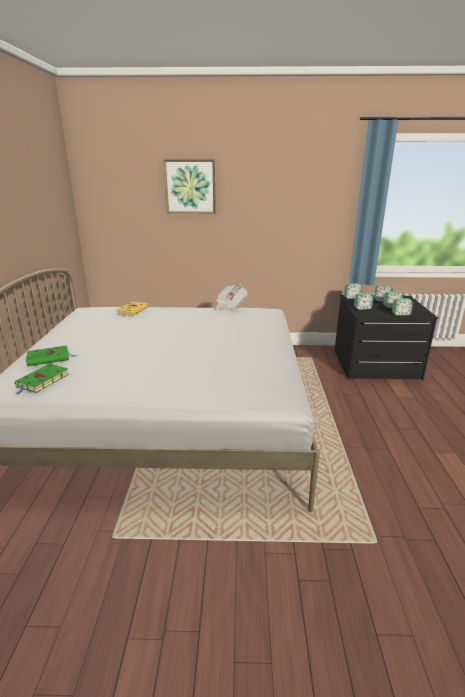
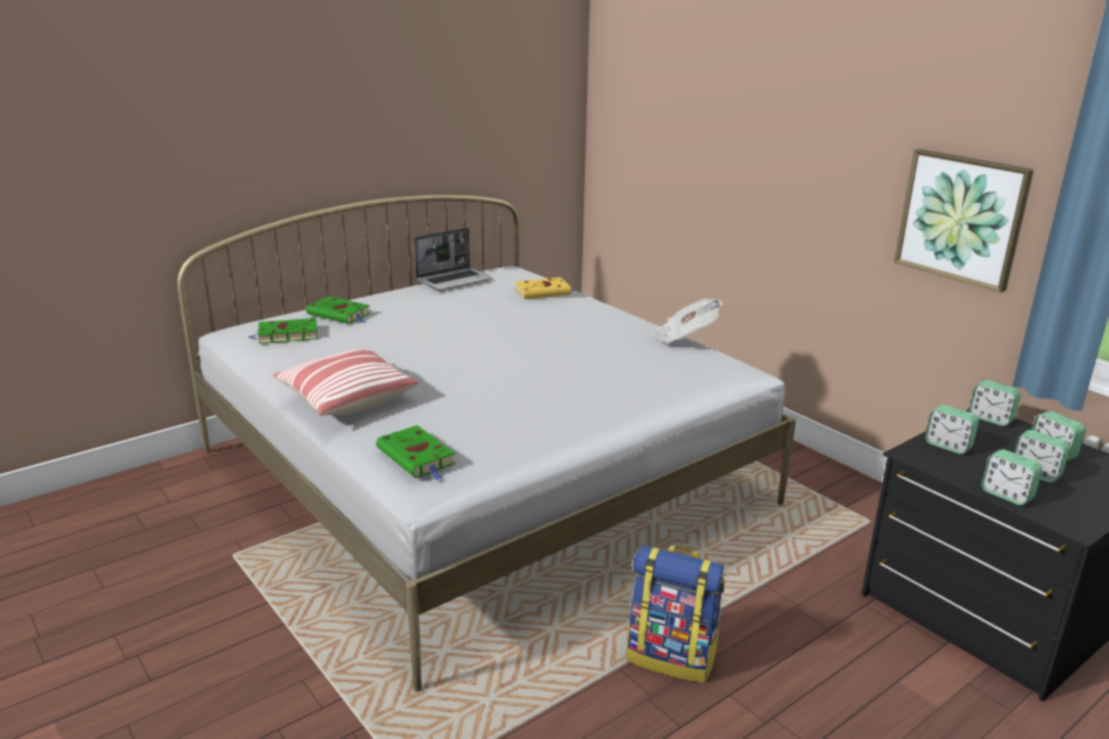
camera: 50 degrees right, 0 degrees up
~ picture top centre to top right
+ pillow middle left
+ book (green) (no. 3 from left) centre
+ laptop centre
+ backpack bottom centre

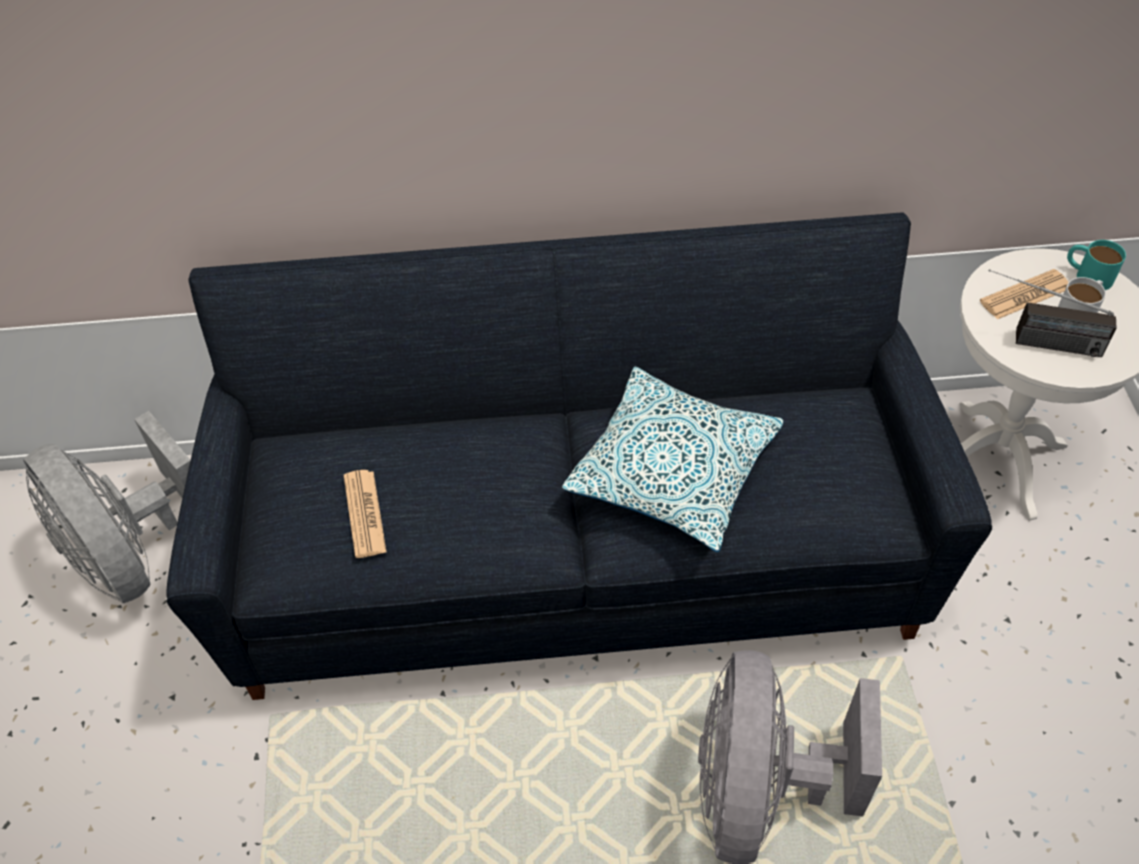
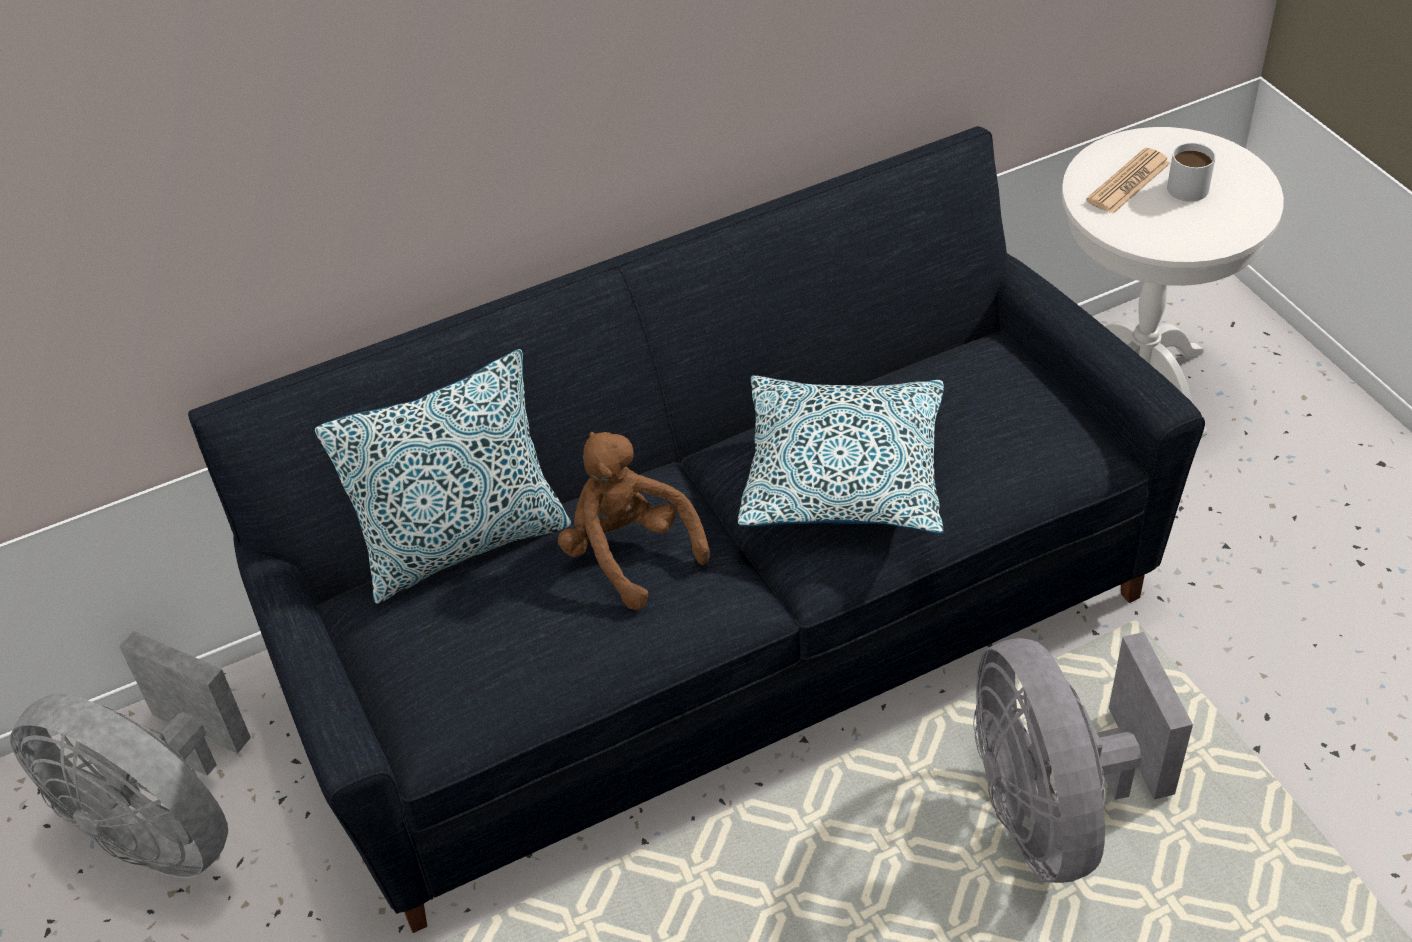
camera: 20 degrees left, 5 degrees down
- newspaper (no. 1 from left) middle left
- radio middle right
- mug (turquoise) top right
+ pillow (no. 1 from left) middle left
+ plush toy (brown) centre

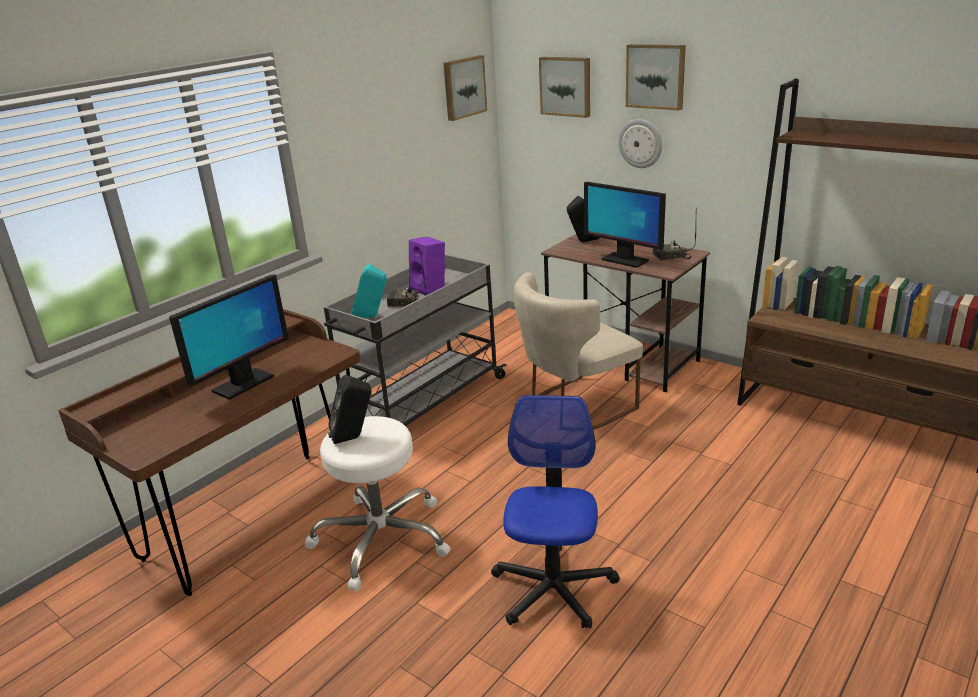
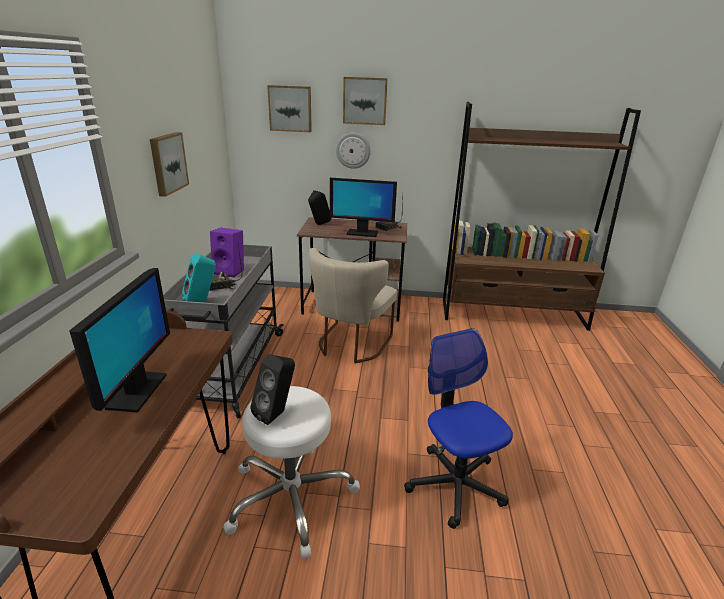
camera: 35 degrees left, 0 degrees up
~ picture (no. 1 from left) top centre to top left

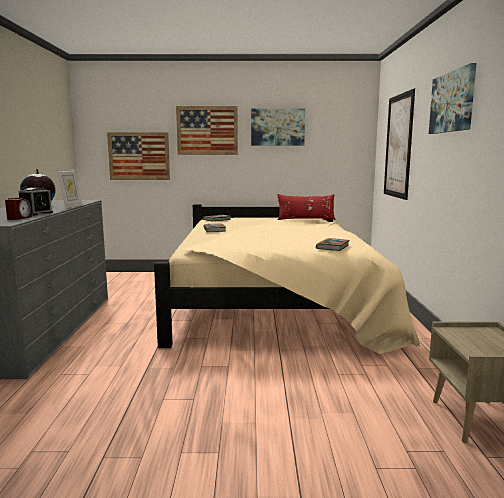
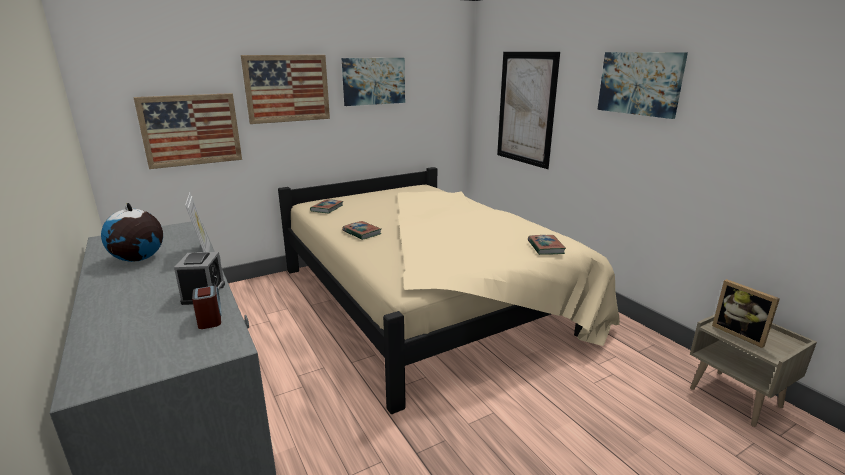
camera: 30 degrees left, 10 degrees up
- pillow (red) centre
+ picture frame (no. 2 from left) middle right

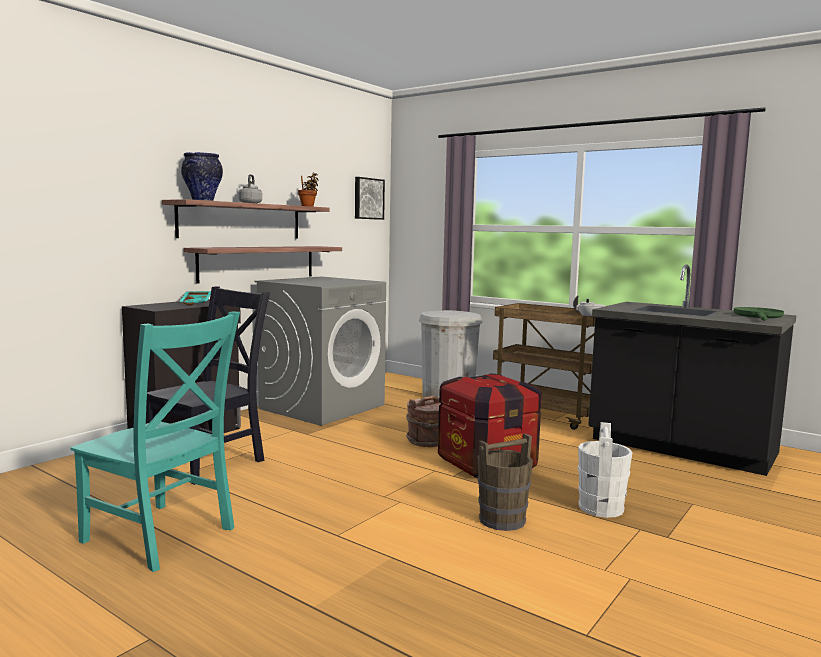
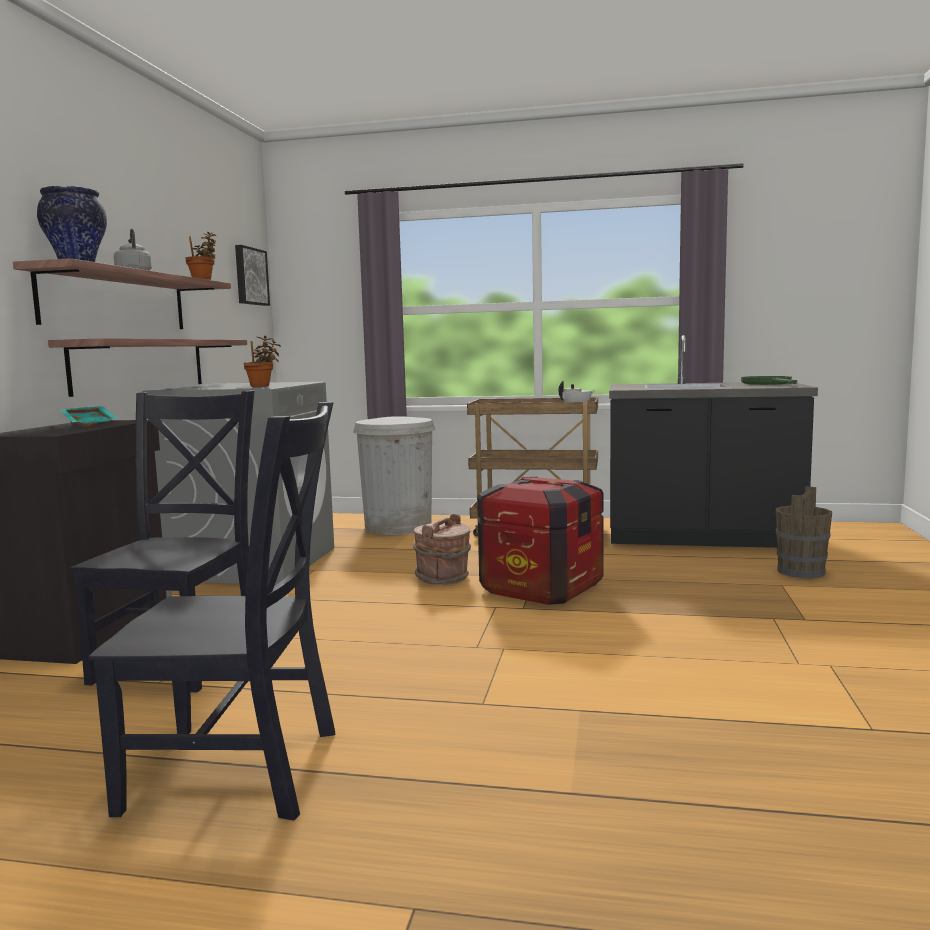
camera: 25 degrees left, 0 degrees up
~ chair (turquoise) bottom left to chair (black) (no. 2 from left) middle left
~ bucket (brown) (no. 2 from left) bottom centre to middle right
- bucket (white) bottom right
+ potted plant (no. 2 from left) middle left

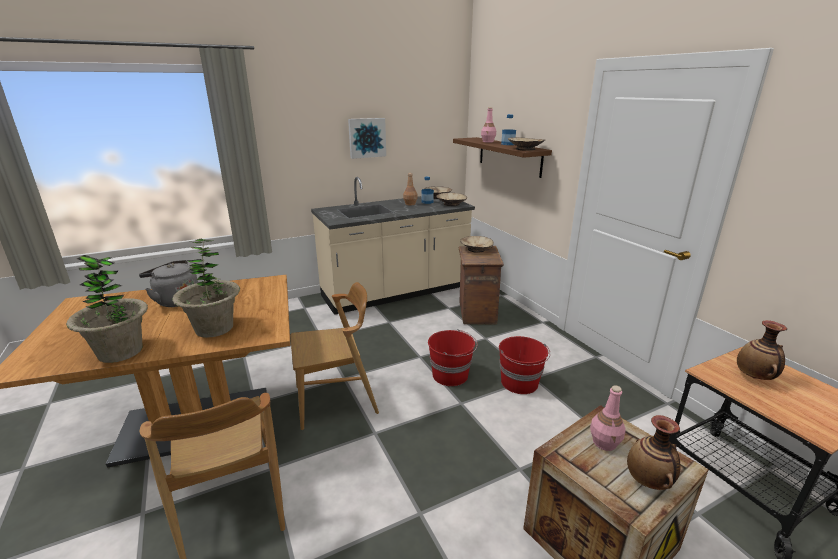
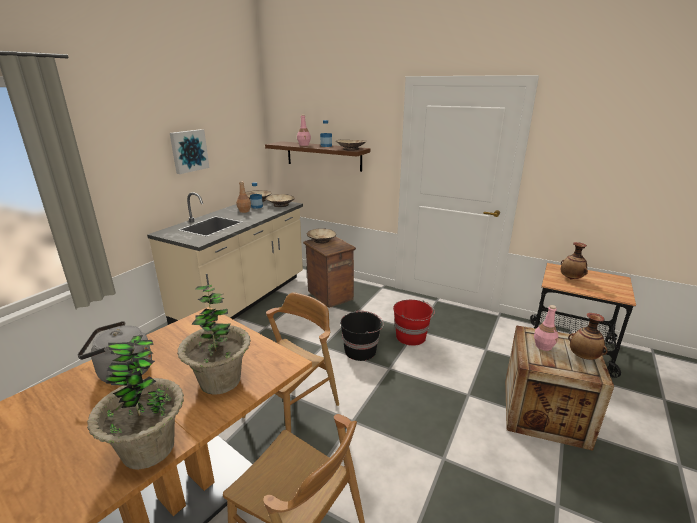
camera: 35 degrees left, 0 degrees up
~ bucket (red) (no. 1 from left) centre to bucket (black) centre

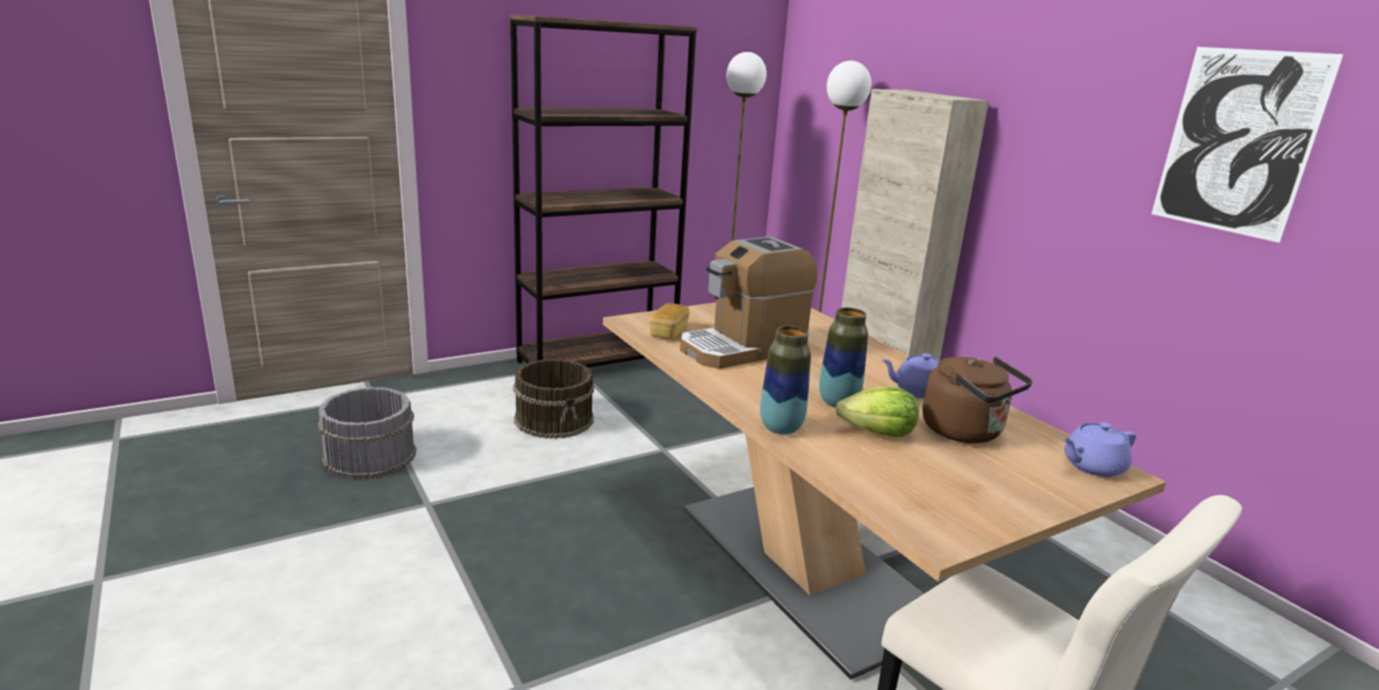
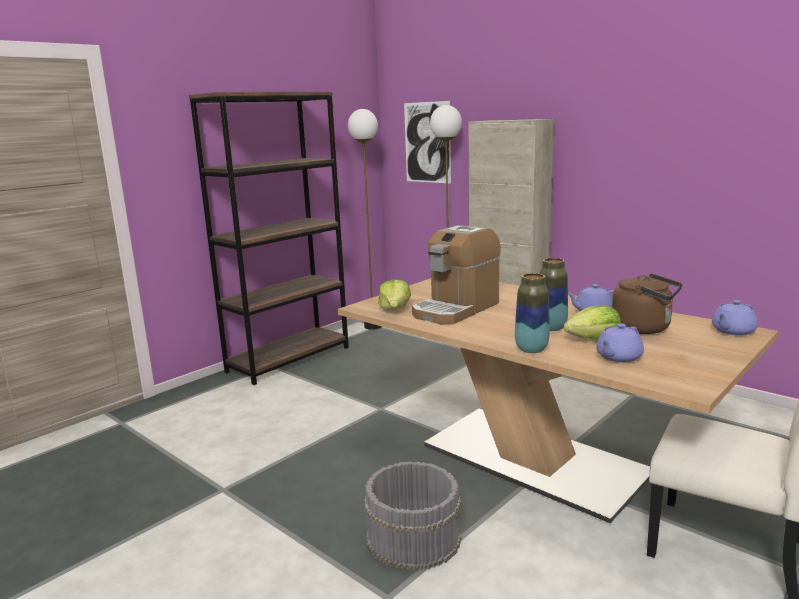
camera: 15 degrees left, 5 degrees down
~ bucket (grey) middle left to bottom centre
- bucket (brown) centre
~ bread centre to lettuce (no. 1 from left) centre
~ picture top right to top centre
+ teapot (purple) (no. 2 from left) middle right

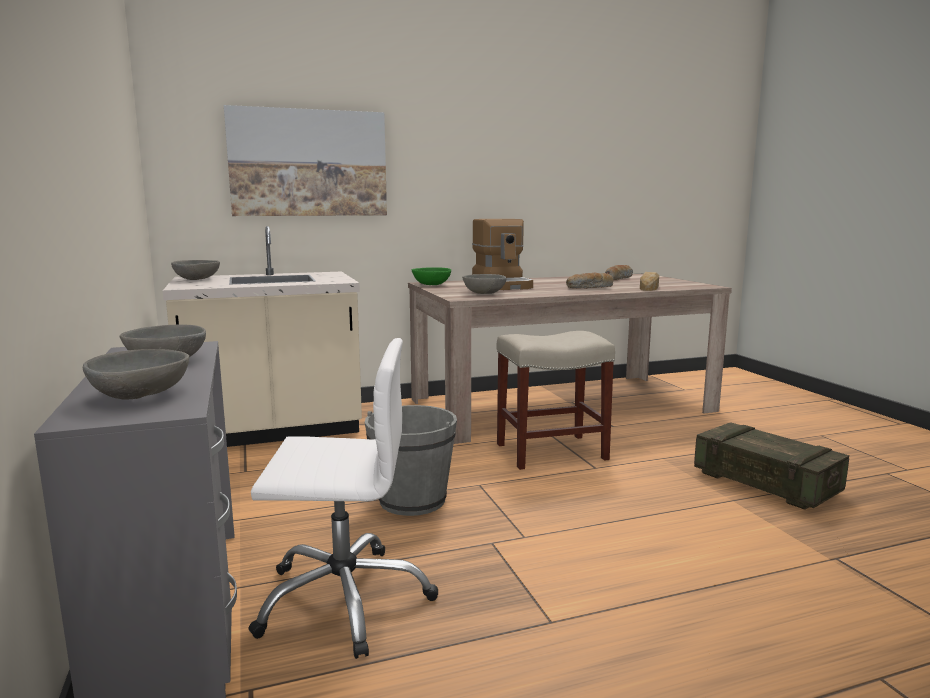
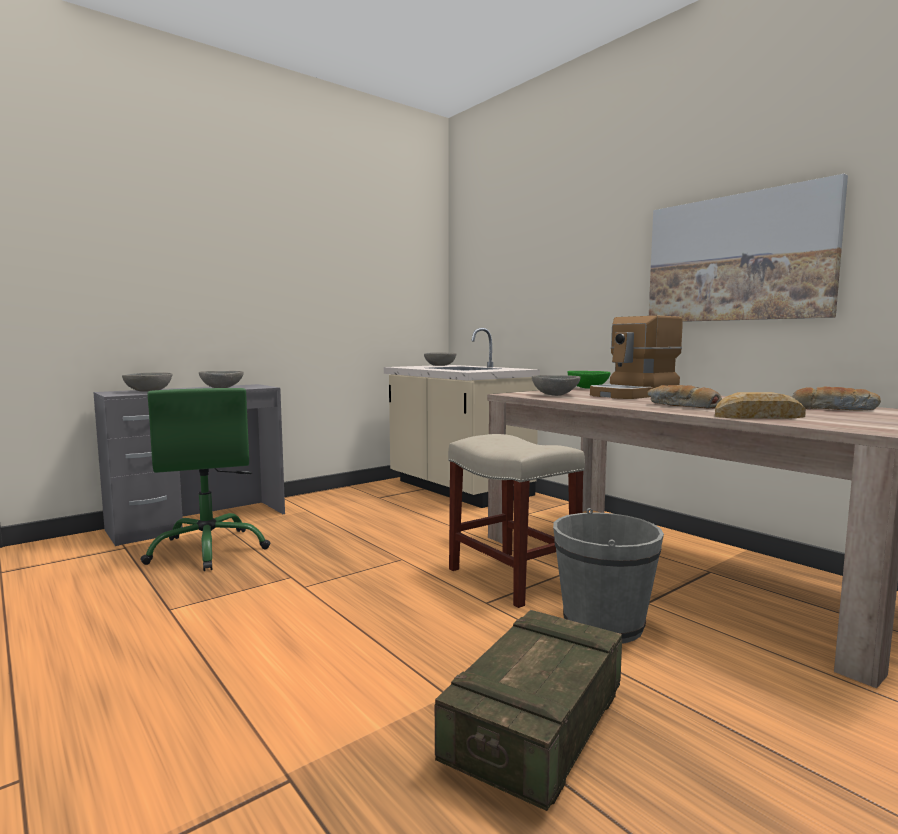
camera: 70 degrees right, 5 degrees down
~ picture top left to top right
~ office chair (white) bottom centre to office chair (green) middle left
~ bucket (grey) centre to bottom right

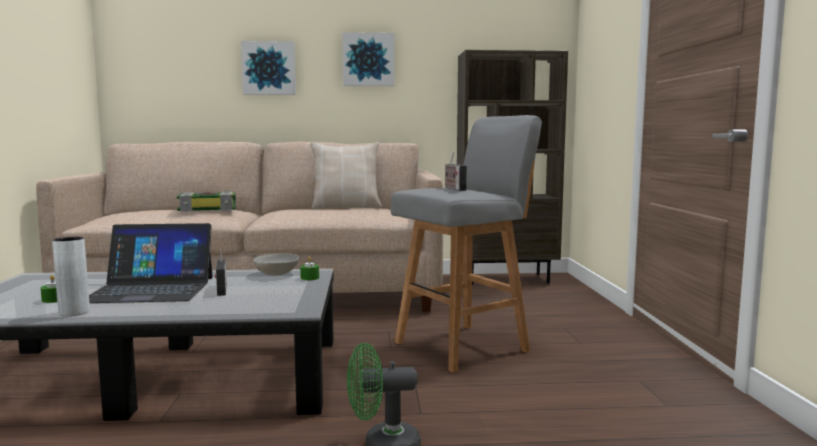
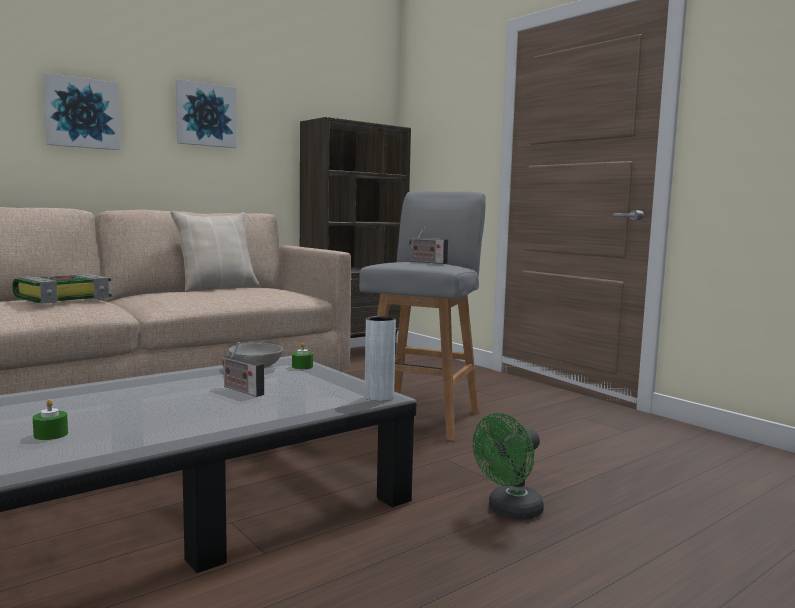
camera: 35 degrees left, 0 degrees up
~ vase (grey) middle left to centre
- laptop middle left

